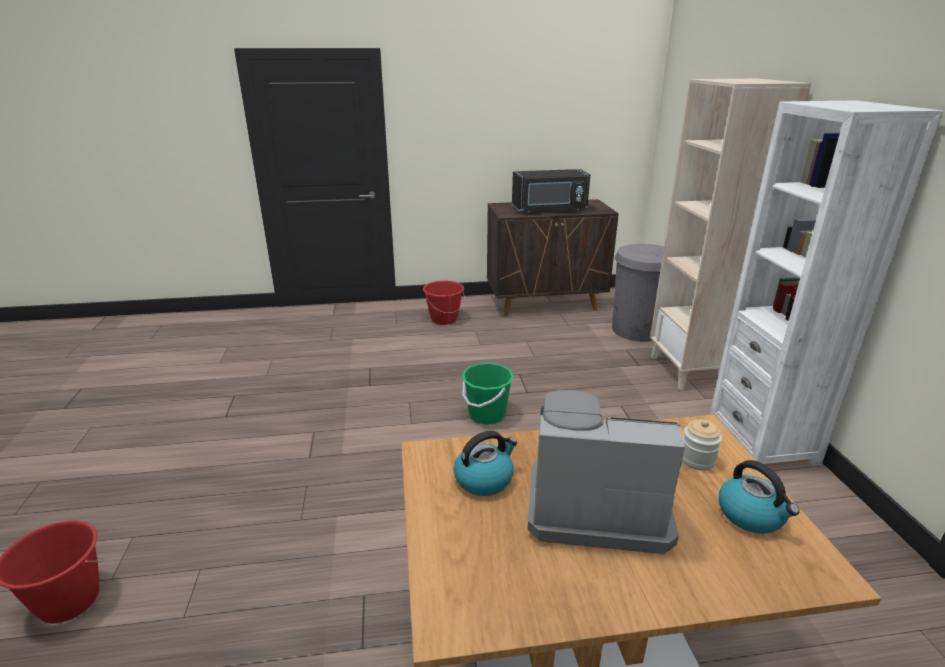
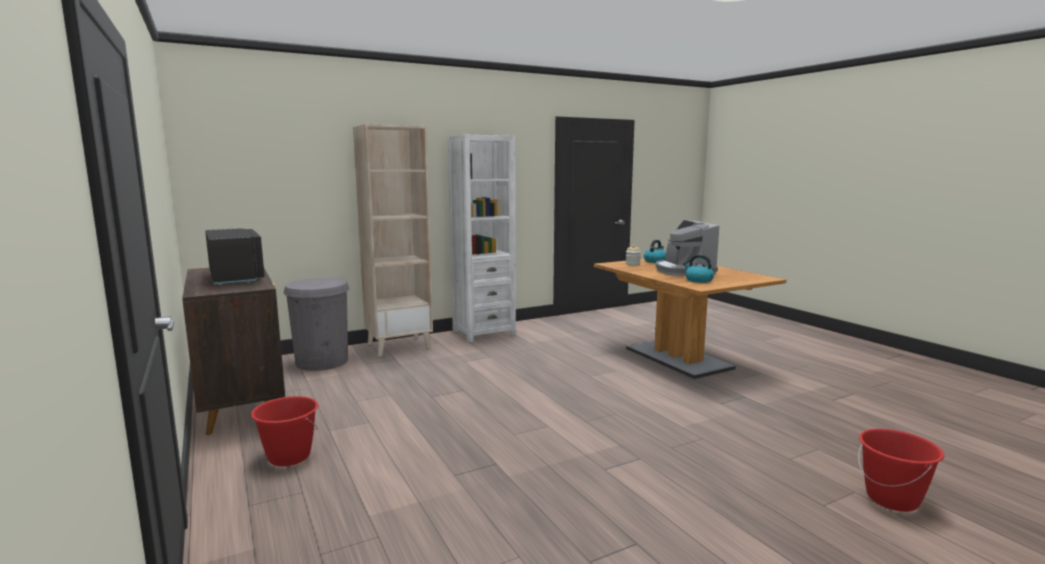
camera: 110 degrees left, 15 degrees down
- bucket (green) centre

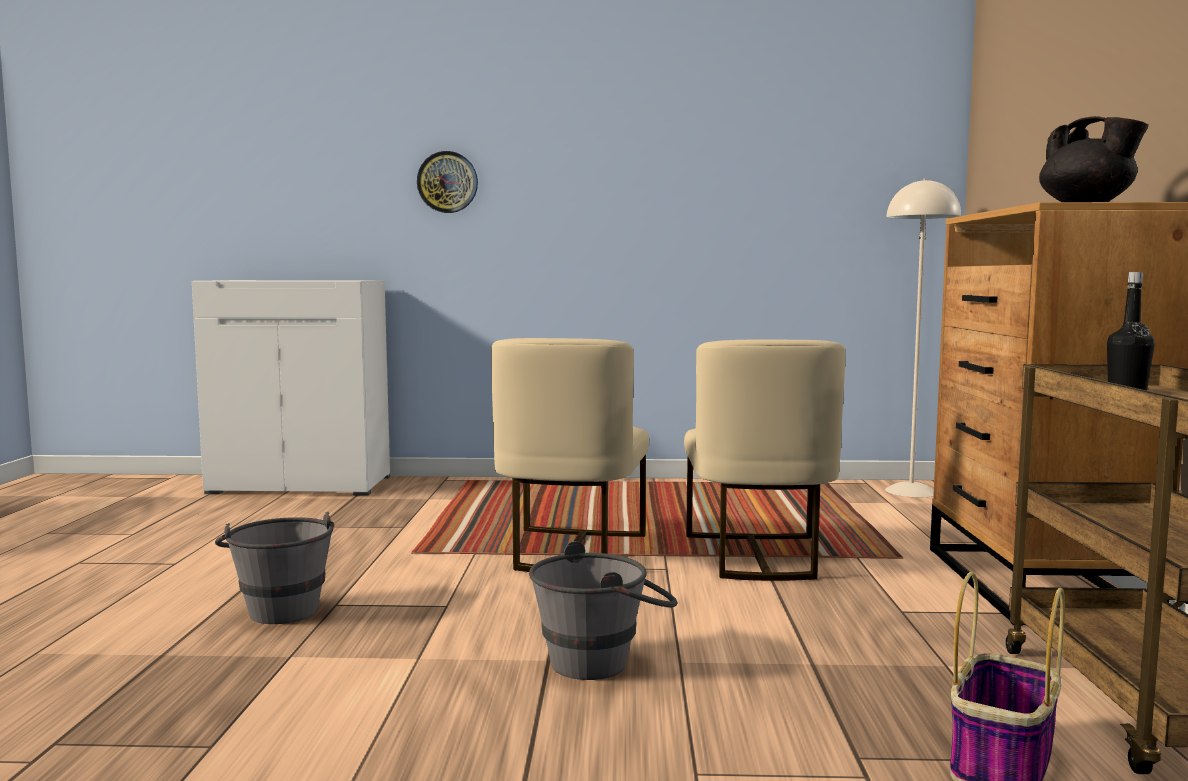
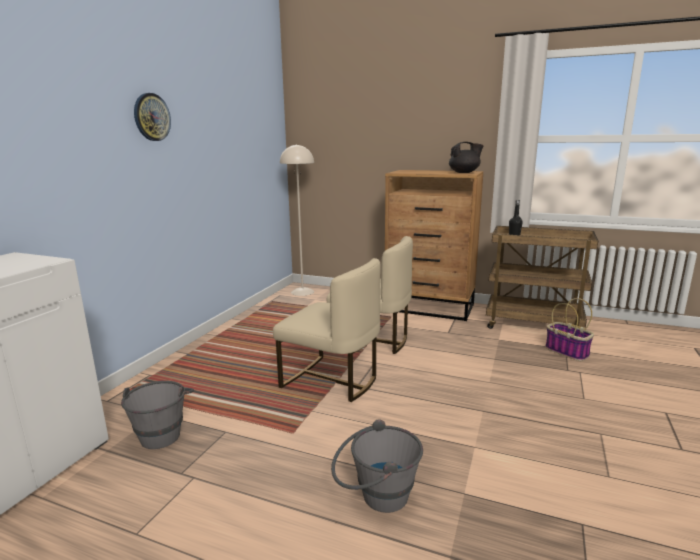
camera: 70 degrees left, 10 degrees up
~ wall clock top centre to top left
~ bucket (grey) (no. 2 from left in the first image) bottom centre to bucket (grey) (no. 1 from left) bottom left

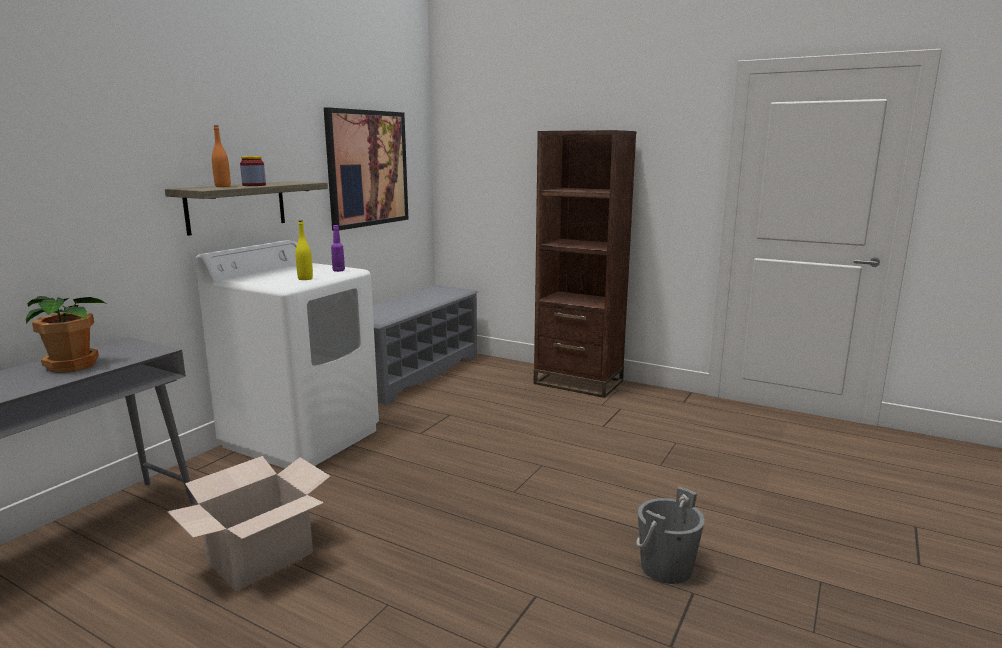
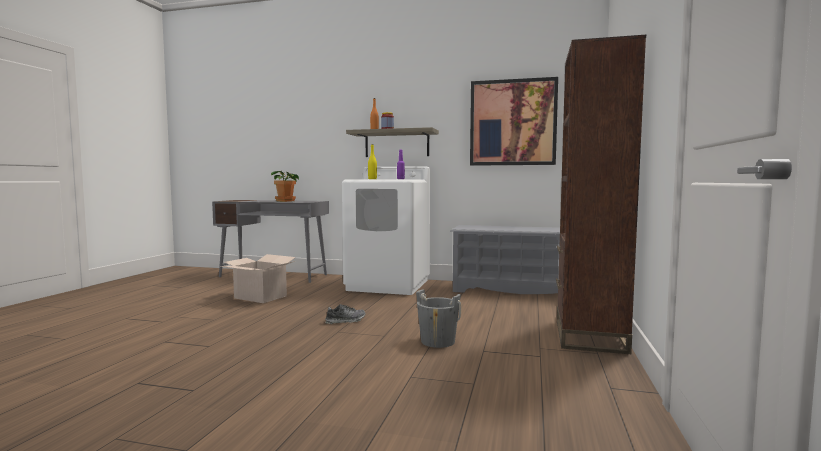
camera: 75 degrees right, 10 degrees down
~ bucket (grey) bottom right to bottom centre
+ shoe bottom centre

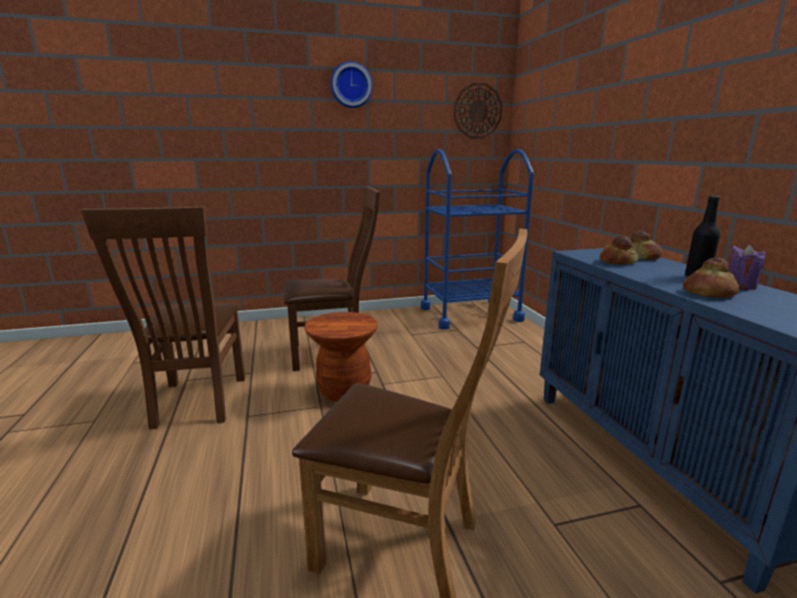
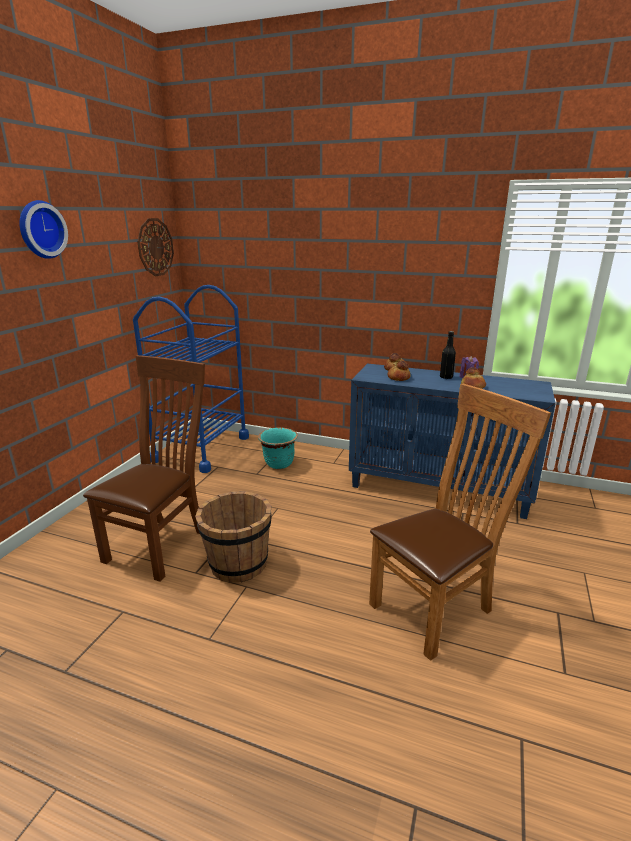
camera: 55 degrees left, 5 degrees up
- chair (brown) (no. 1 from left) middle left
~ stool (brown) centre to bucket (brown) centre
+ planter (turquoise) centre

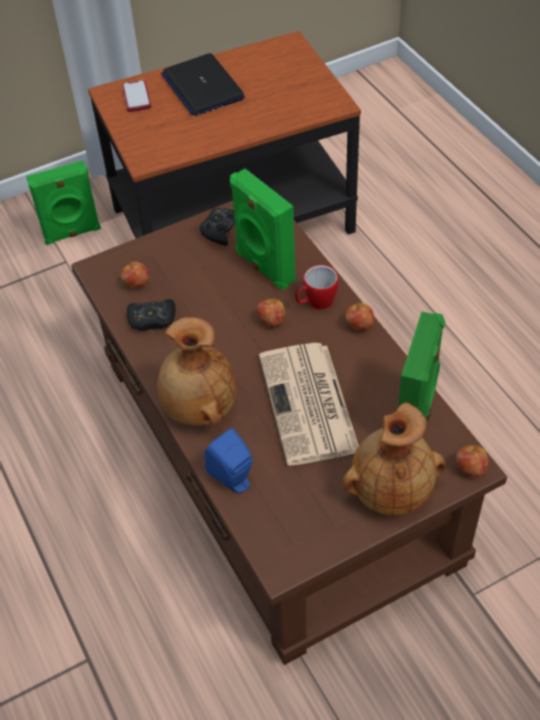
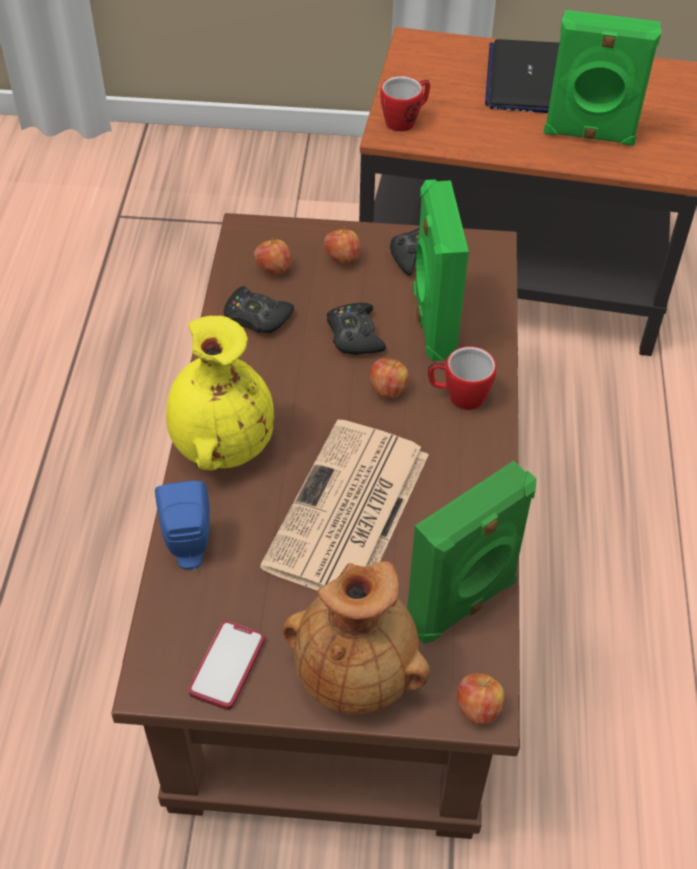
camera: 30 degrees right, 0 degrees up
~ speaker (green) (no. 1 from left in the first image) top left to speaker (green) (no. 3 from left) top right
~ phone top left to bottom left
~ vase (brown) (no. 1 from left) centre to vase (yellow) middle left
~ apple (no. 3 from left in the first image) middle right to apple (no. 2 from left) top centre
+ game controller (black) (no. 2 from left) centre
+ mug (no. 1 from left) top centre

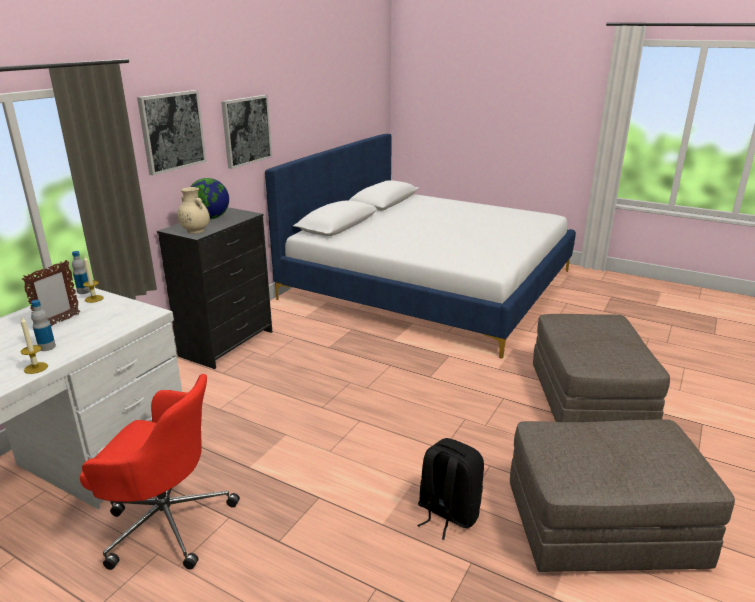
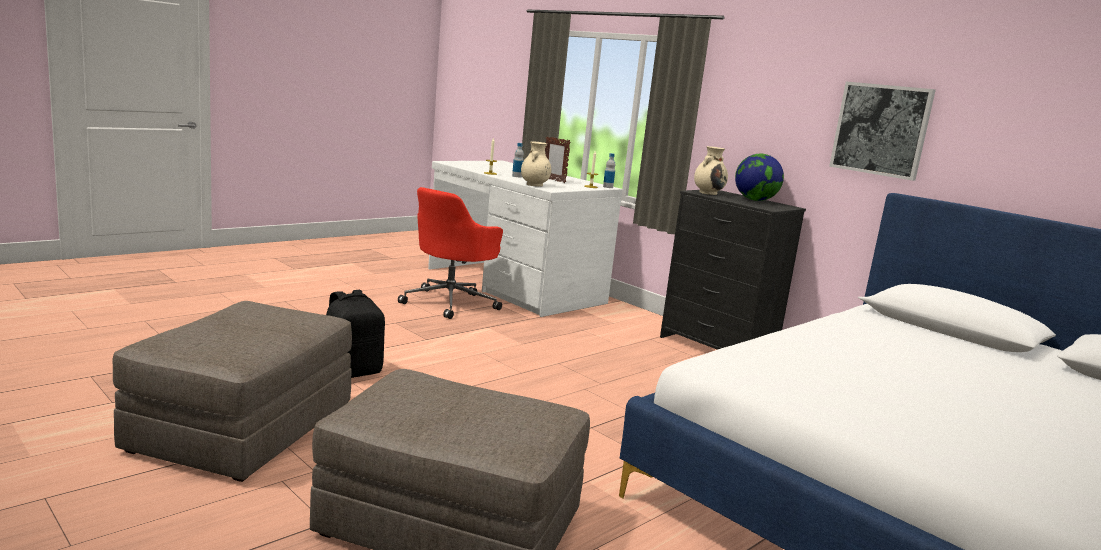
camera: 105 degrees right, 10 degrees down
- picture (no. 1 from left) top left
+ vase (beige) (no. 1 from left) top centre

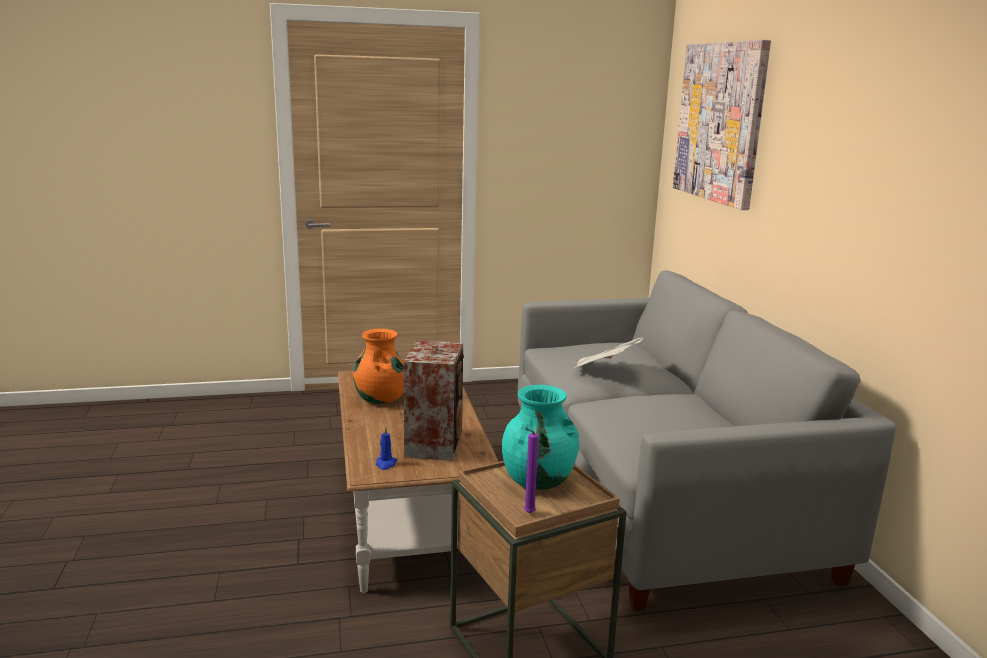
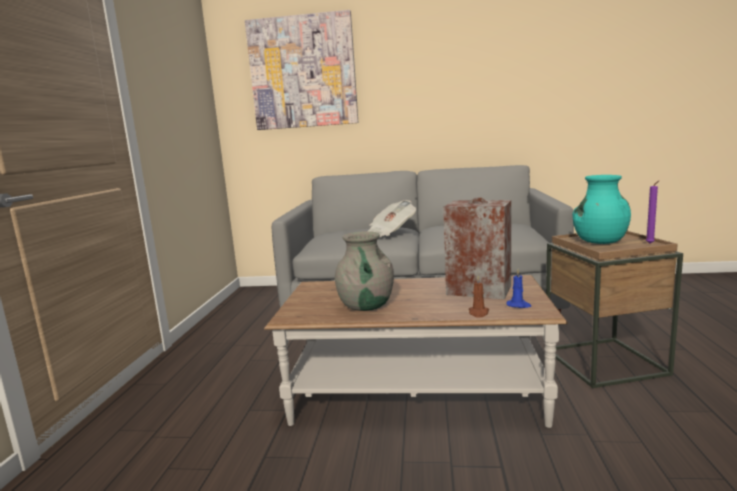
camera: 70 degrees left, 5 degrees down
~ vase (orange) centre to vase (grey) centre
+ candle (brown) centre

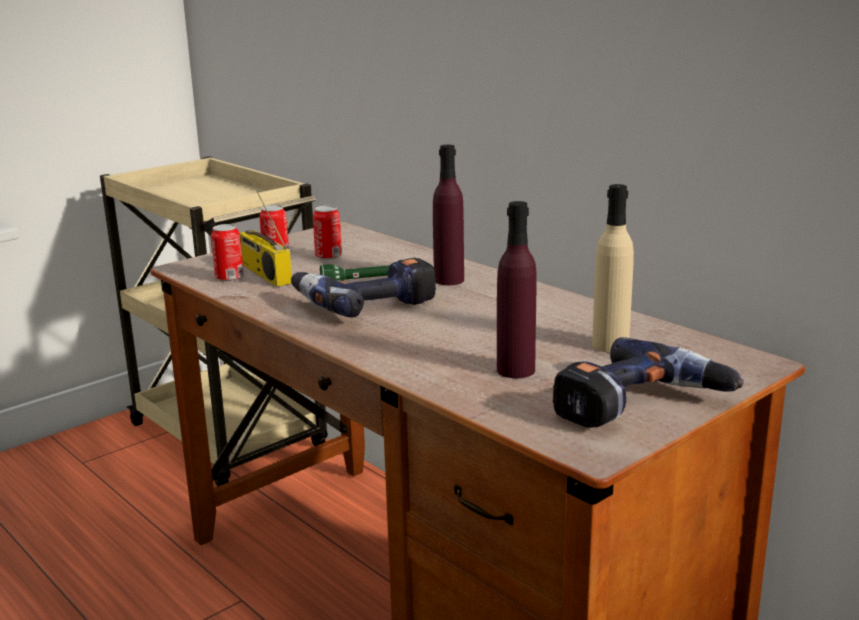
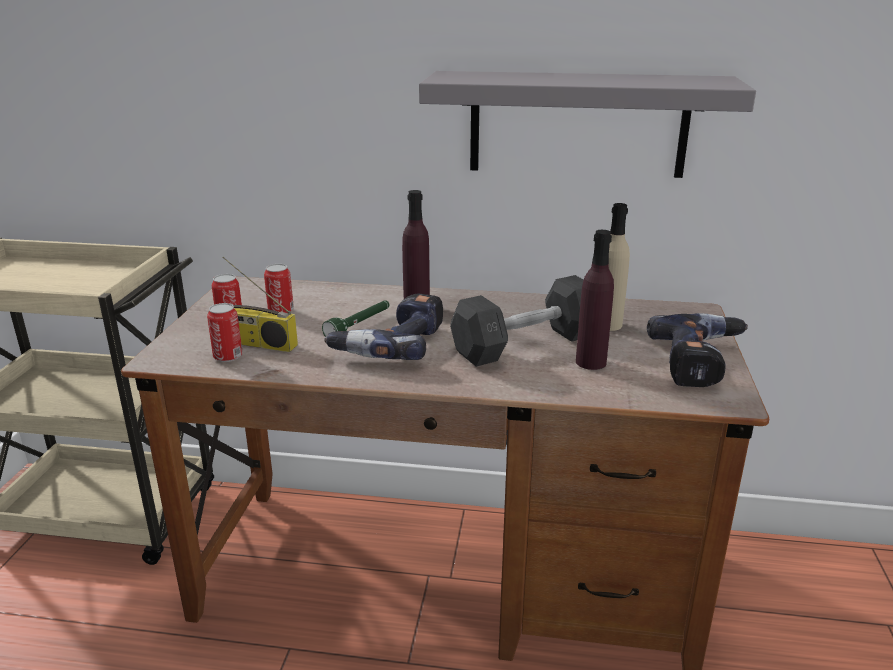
camera: 40 degrees left, 5 degrees up
+ shelf (grey) top centre
+ dumbbell (grey) centre

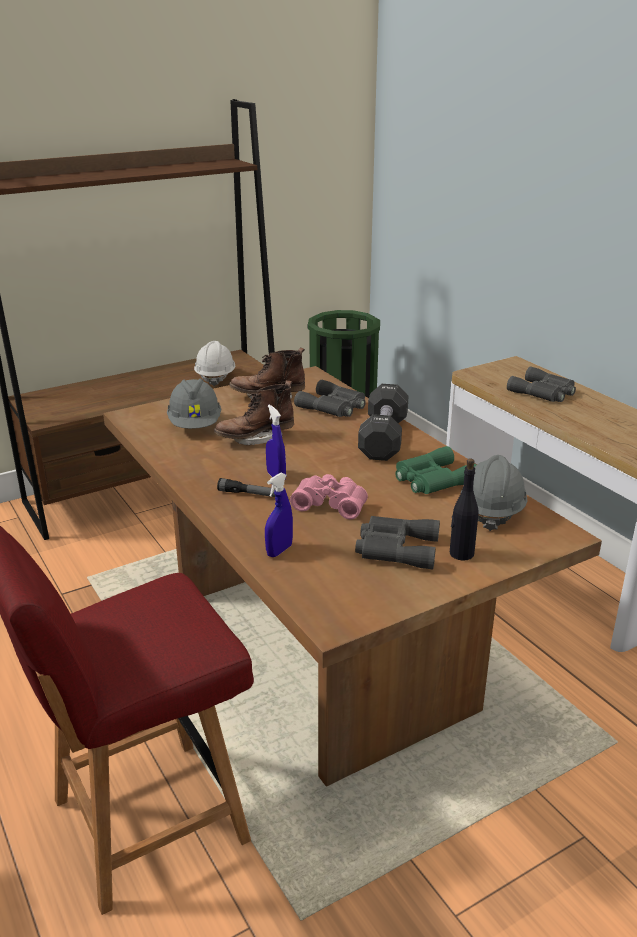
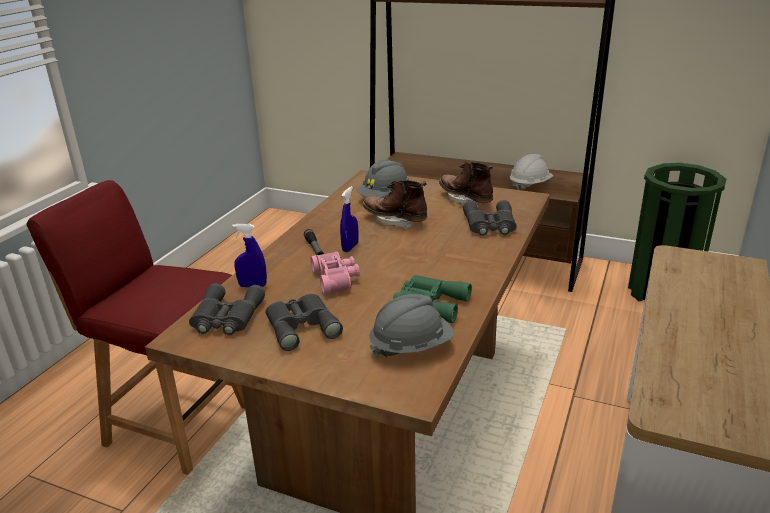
camera: 55 degrees right, 0 degrees up
- dumbbell (black) centre
- bottle (black) middle right
~ binoculars (grey) (no. 3 from left in the first image) middle right to binoculars (grey) (no. 1 from left) middle left

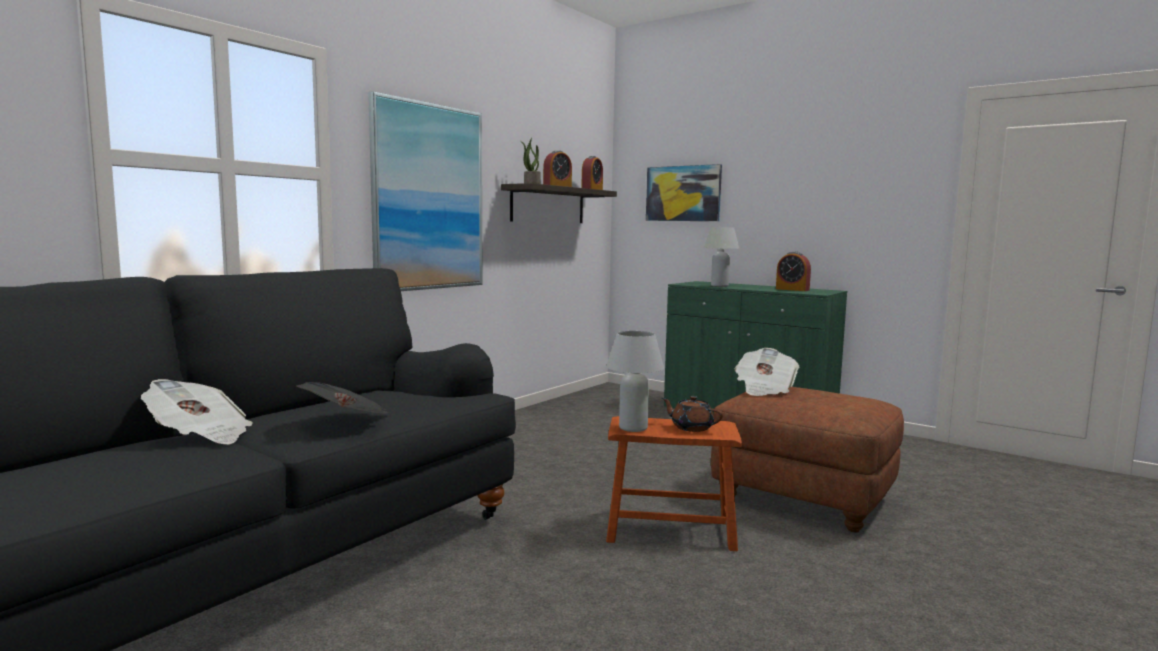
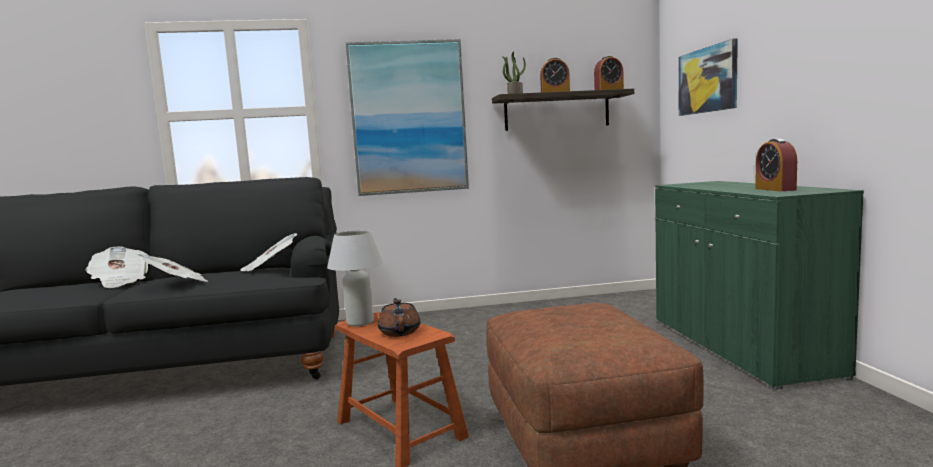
camera: 45 degrees right, 0 degrees up
- table lamp (white) (no. 2 from left) centre
~ newspaper (no. 3 from left) centre to middle left

